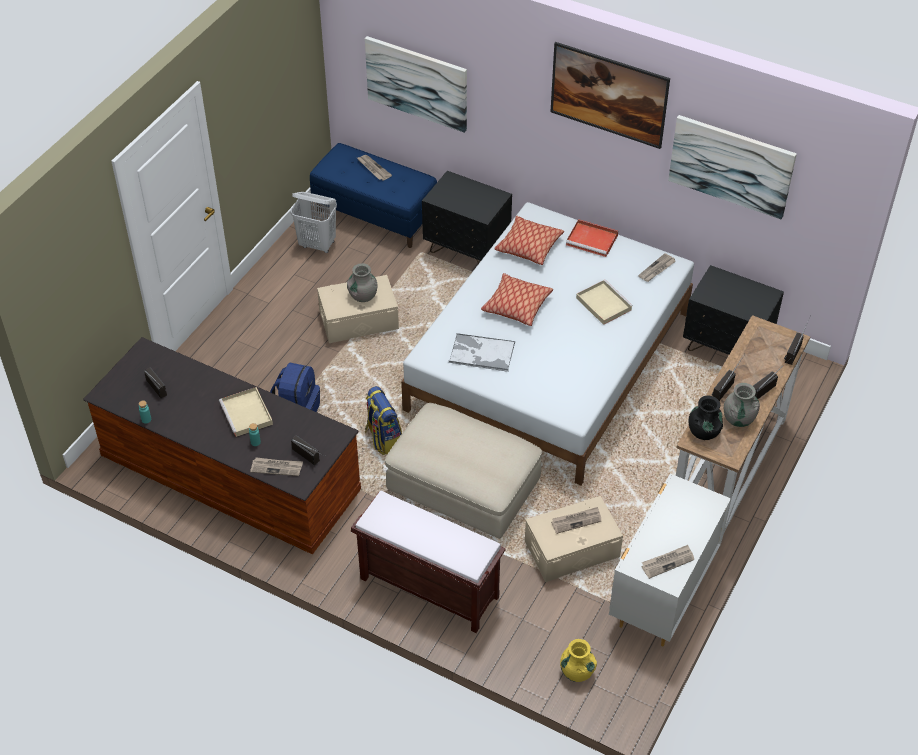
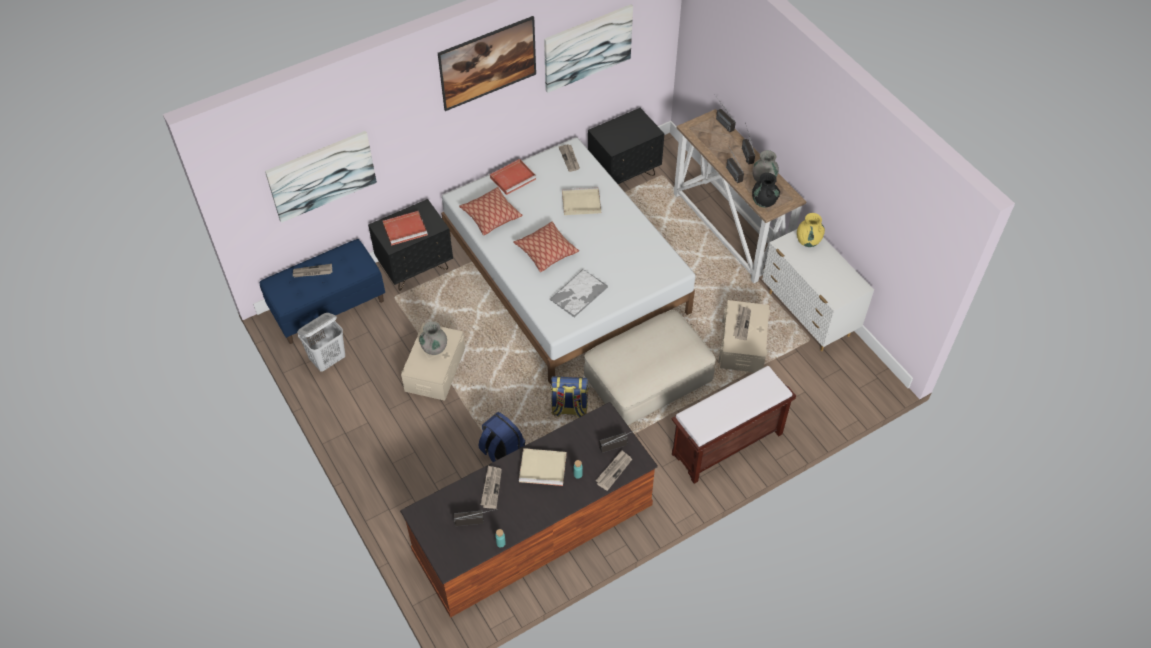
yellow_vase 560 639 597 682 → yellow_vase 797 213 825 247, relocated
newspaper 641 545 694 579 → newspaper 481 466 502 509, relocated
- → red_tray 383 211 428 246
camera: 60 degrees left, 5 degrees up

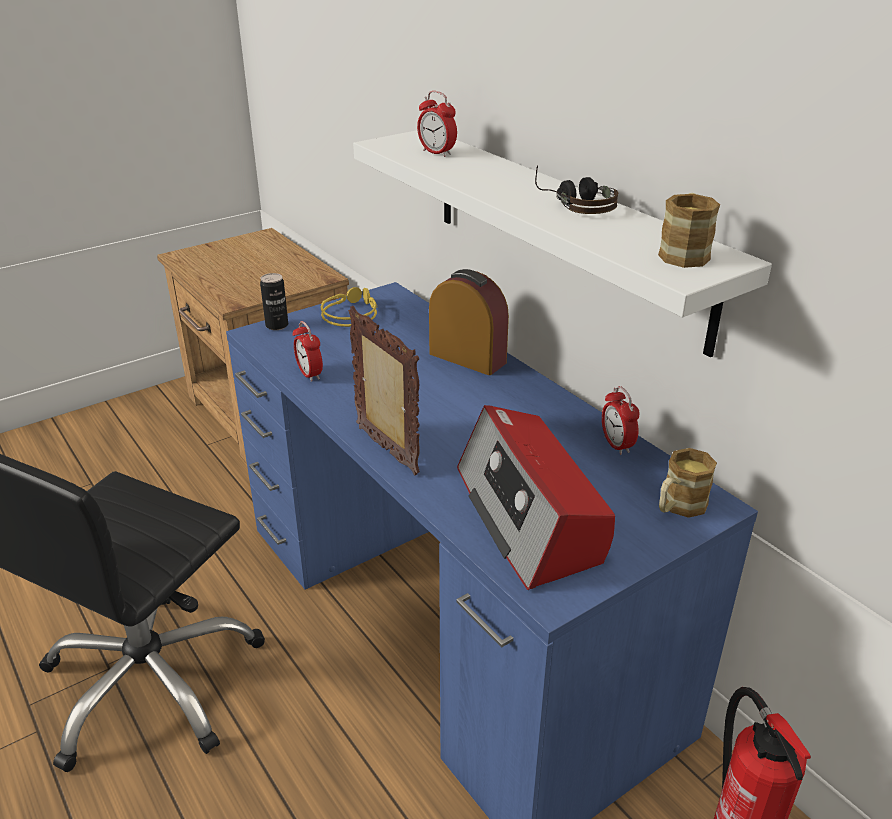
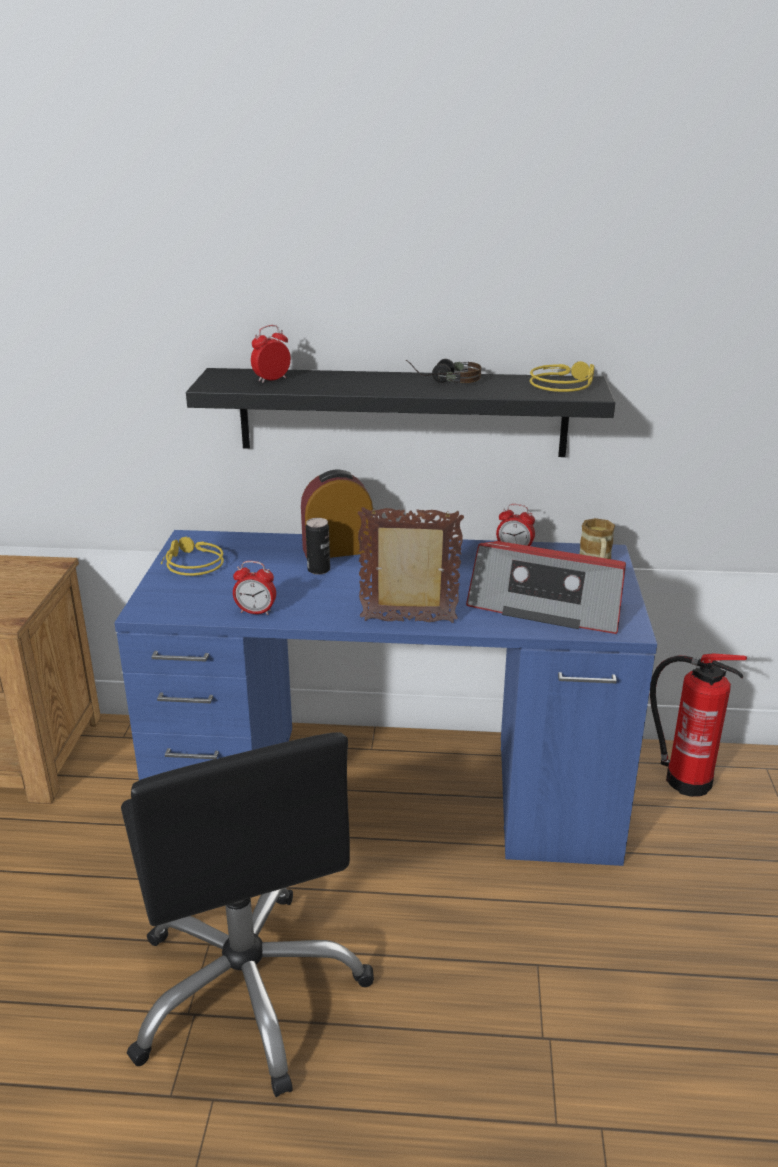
can 260 273 288 330 → can 306 518 330 575, relocated
white_shelf 353 130 772 357 → black_shelf 186 368 615 457
alarm_clock 417 91 457 157 → alarm_clock 251 325 291 383, 150 degrees clockwise
mug 658 193 720 268 → yellow_headphones 530 361 594 392
camera: 50 degrees left, 5 degrees down

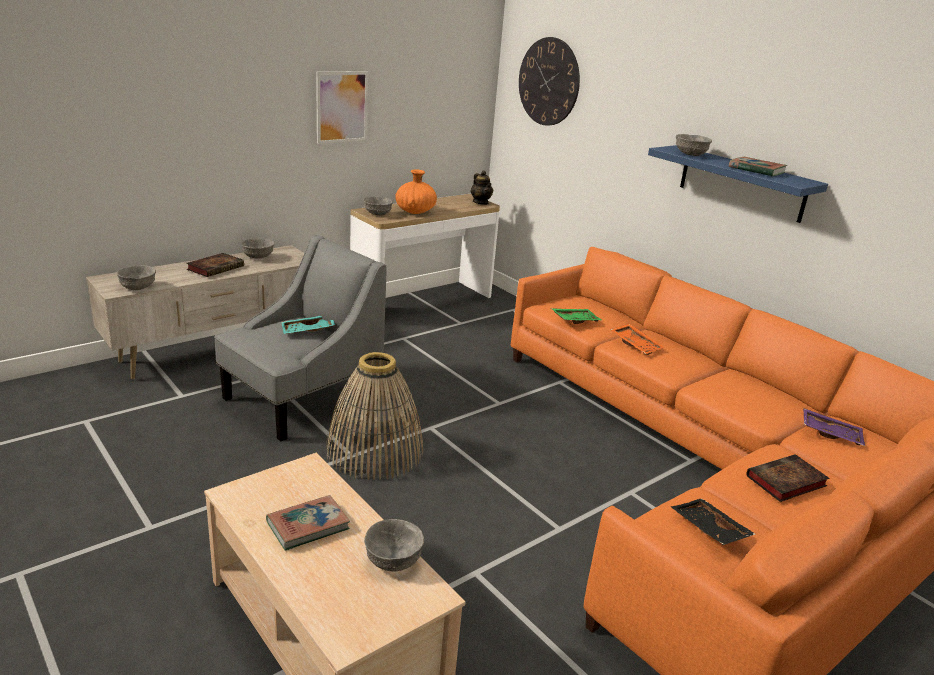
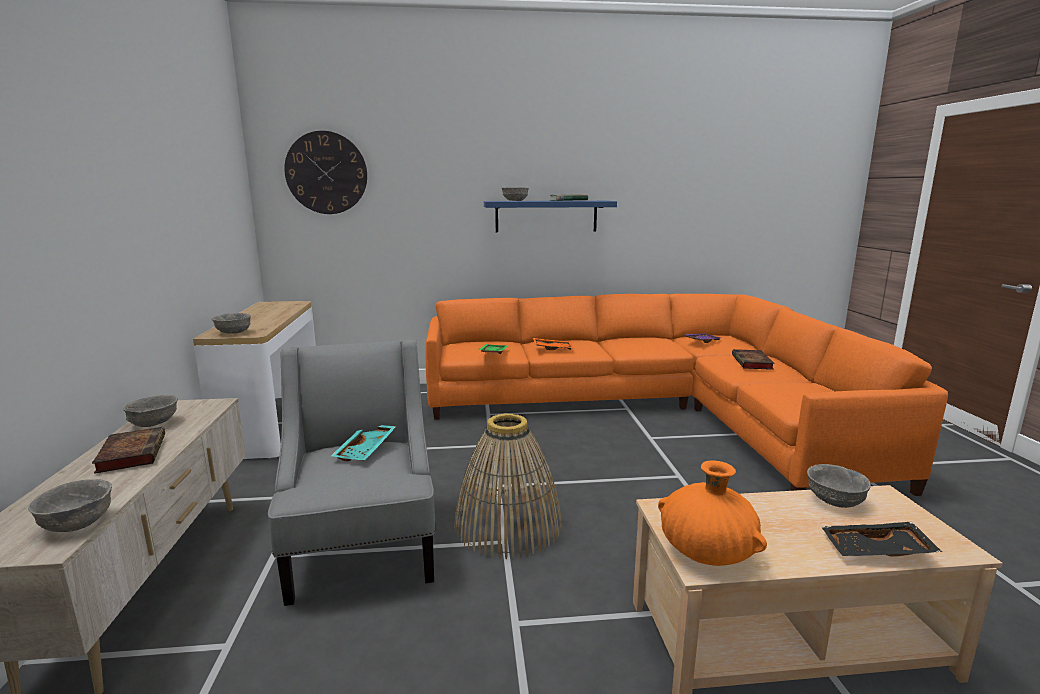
book 266 495 350 551 → -
picture 316 71 368 144 → -
orange_vase 395 170 437 214 → orange_vase 658 460 767 566, relocated
teapot 471 171 493 205 → -
black_tray 671 498 755 545 → black_tray 821 522 942 557, relocated
camera: 55 degrees left, 10 degrees down

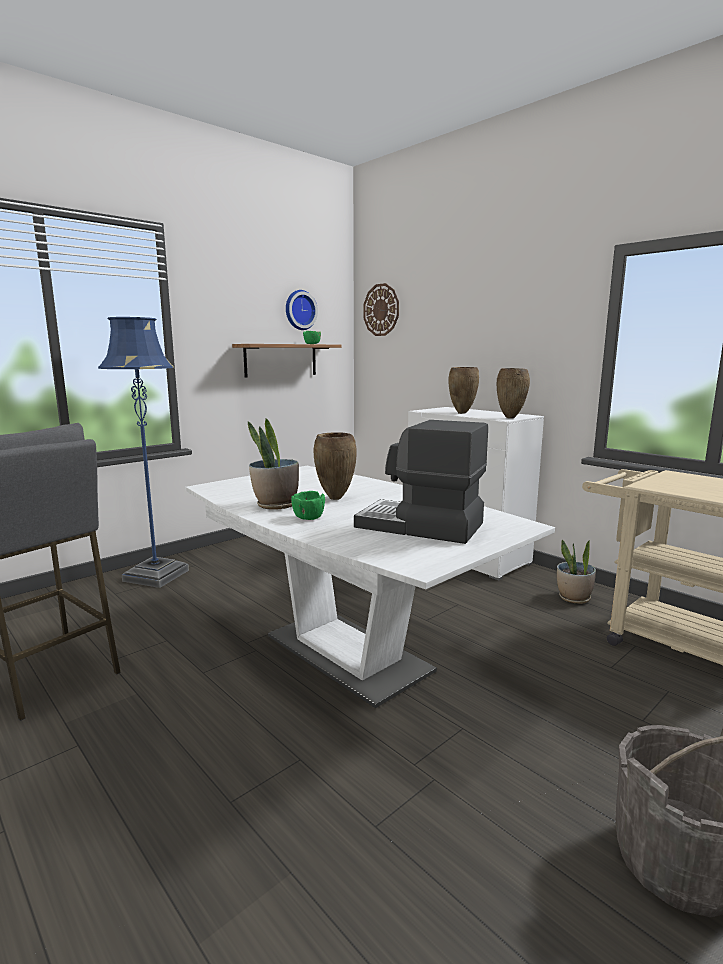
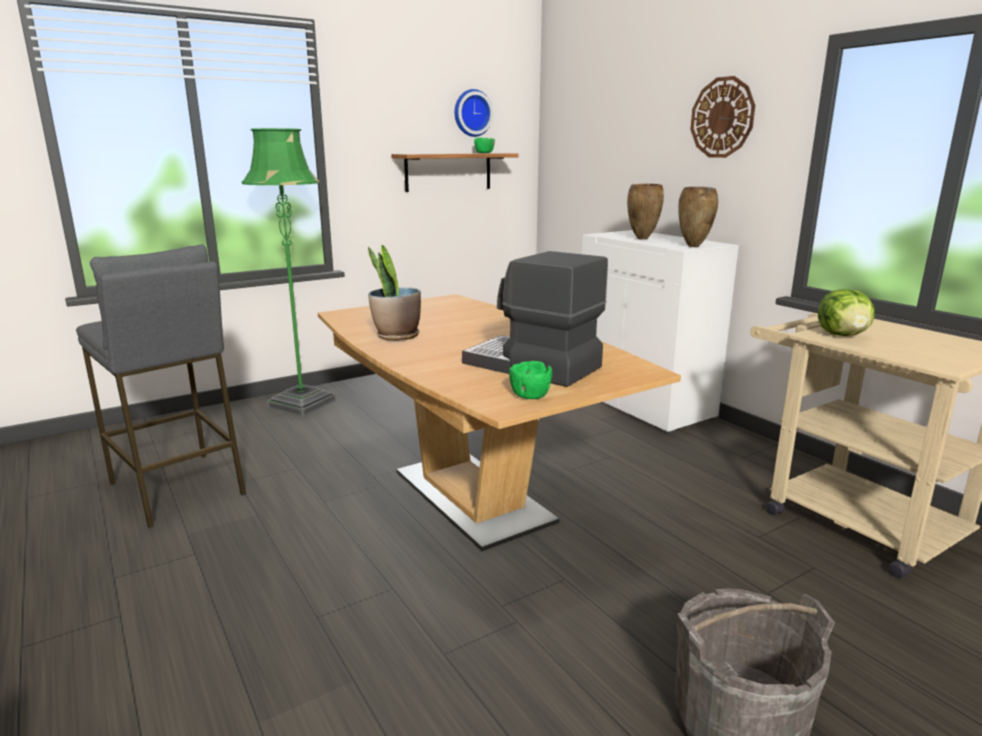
blue_floor_lamp 98 317 189 588 → green_floor_lamp 242 128 336 416
white_dining_table 185 466 555 708 → brown_dining_table 318 294 681 551
green_bowl 291 491 325 520 → green_bowl 509 361 552 399, relocated
brown_vase 313 432 357 500 → -
wall_clock 363 283 399 336 → wall_clock 690 76 755 158, relocated
potted_plant 557 540 596 604 → -
- → lettuce 818 289 875 336
camera: 10 degrees right, 5 degrees up

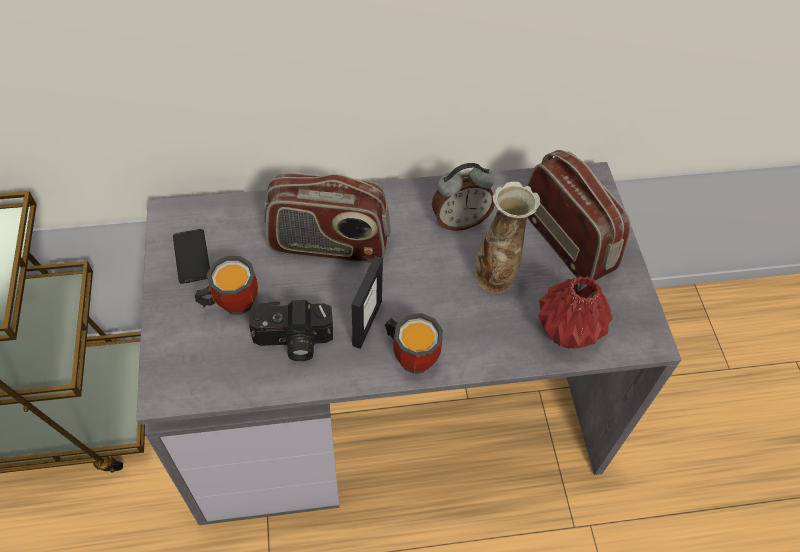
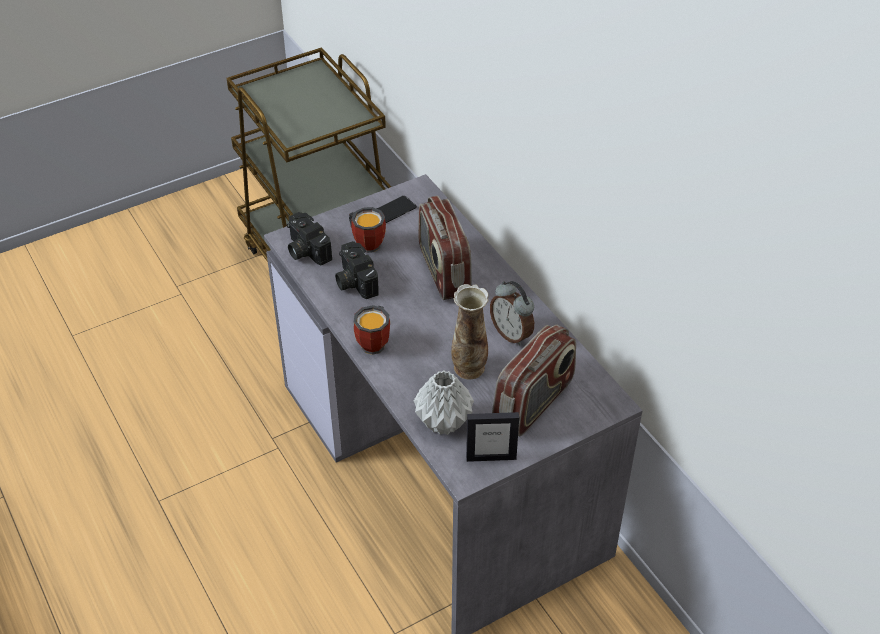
picture_frame 351 256 383 349 → picture_frame 466 412 519 462, relocated
red_vase 538 276 613 348 → grey_vase 414 370 474 435
- → photo_camera 287 212 332 266
camera: 70 degrees right, 10 degrees down

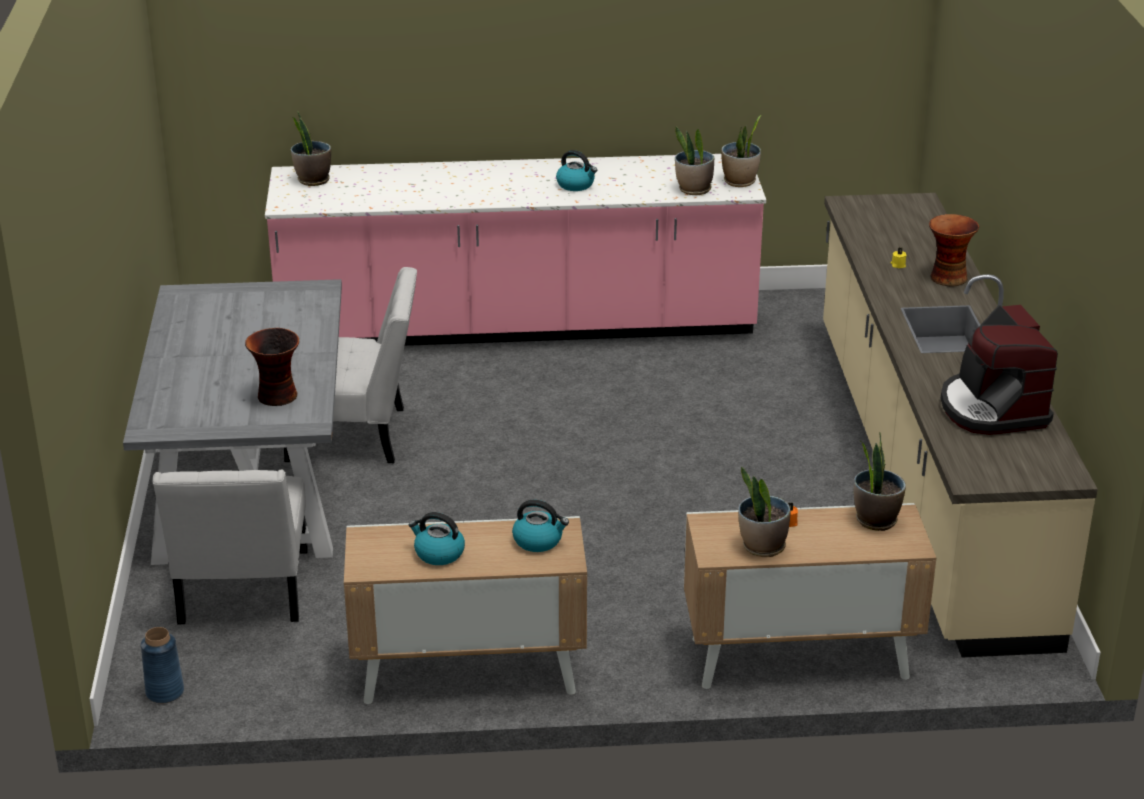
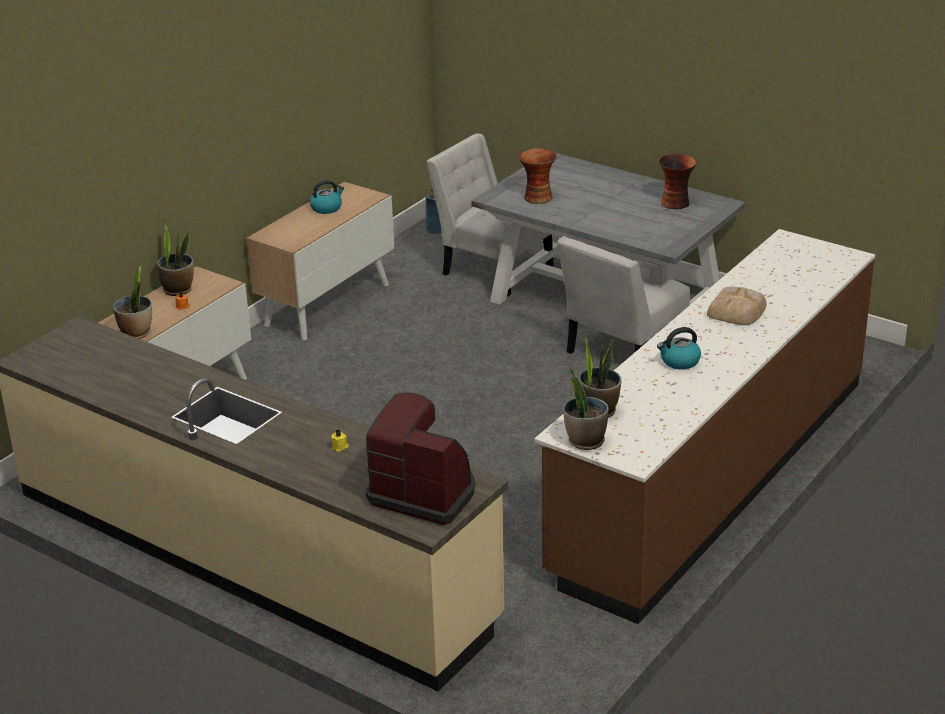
pink_counter 265 154 766 346 → brown_counter 534 229 875 624
potted_plant 291 111 331 186 → -
kettle 512 500 569 552 → -
vase 929 214 979 286 → vase 658 154 697 209, relocated
coffee_machine 940 305 1058 435 → coffee_machine 366 392 475 525, relocated
- → bread 707 287 766 325
camera: 130 degrees right, 0 degrees up

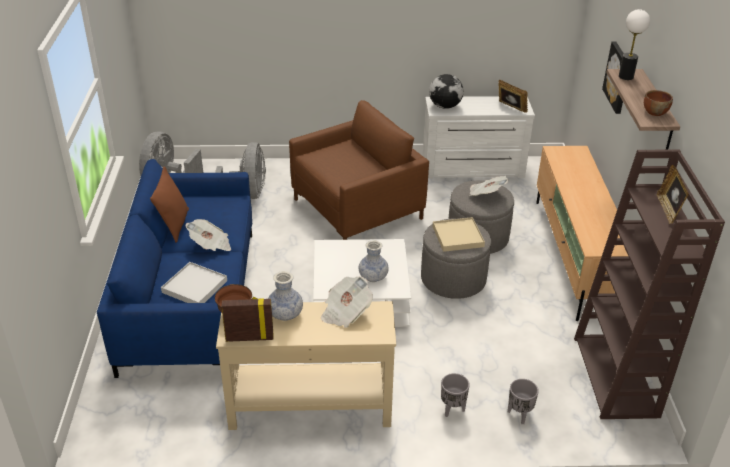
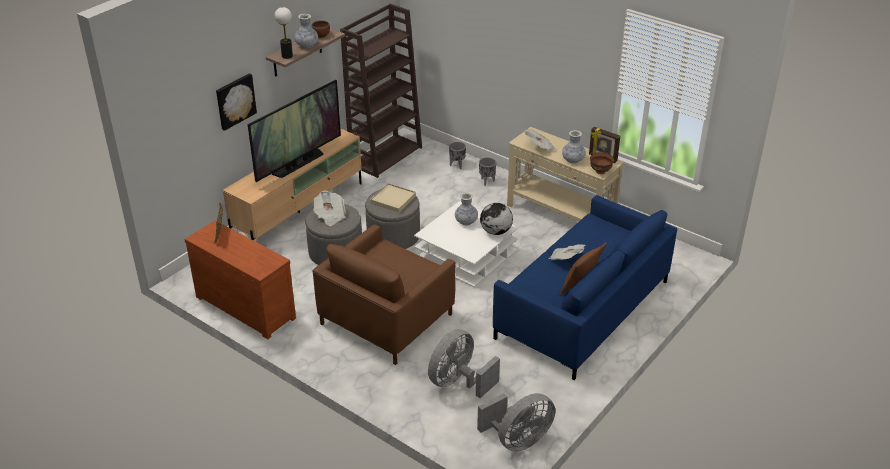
white_tray 161 262 227 303 → -
brown_armchair 289 100 429 240 → brown_armchair 312 225 455 365, 60 degrees counterclockwise
white_dresser 423 96 535 179 → brown_dresser 184 220 296 339
globe 429 74 464 109 → globe 480 203 513 235, relocated
picture_frame 657 164 689 224 → -
- → television 248 80 341 182
- → vase 295 14 318 48
camera: 140 degrees left, 0 degrees up

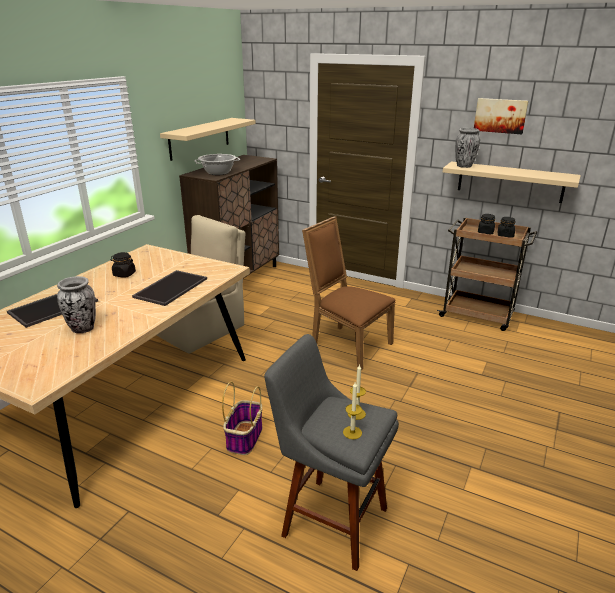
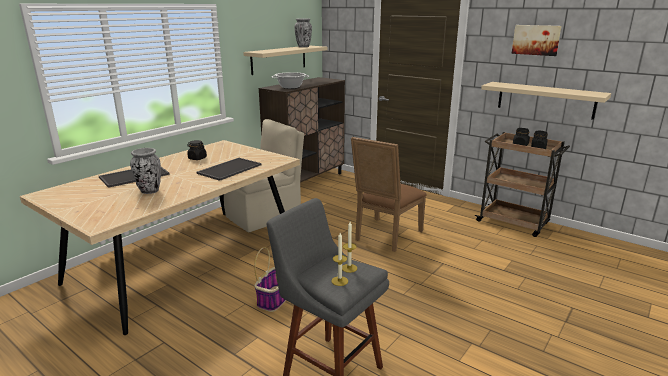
brown_chair 302 217 396 370 → brown_chair 351 137 427 252, 105 degrees counterclockwise
vase 455 128 480 168 → vase 294 18 312 47, relocated
camera: 10 degrees right, 5 degrees down

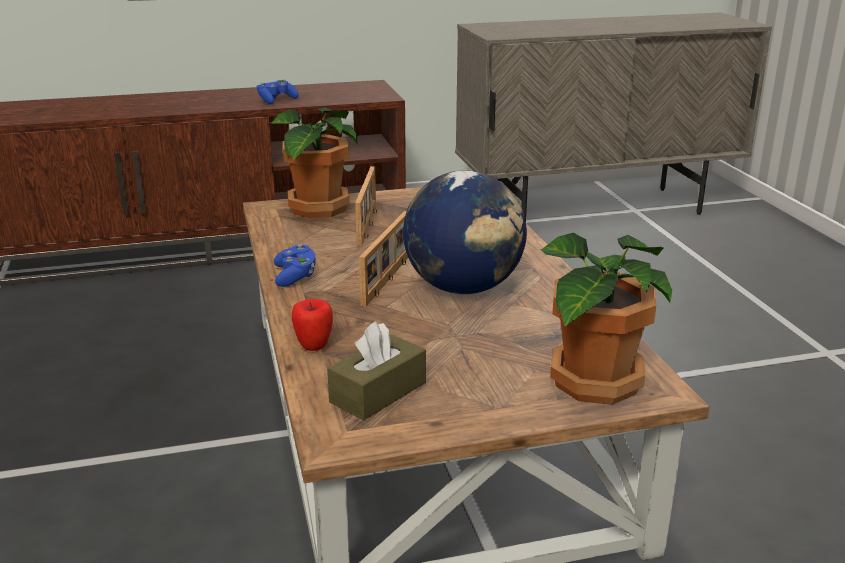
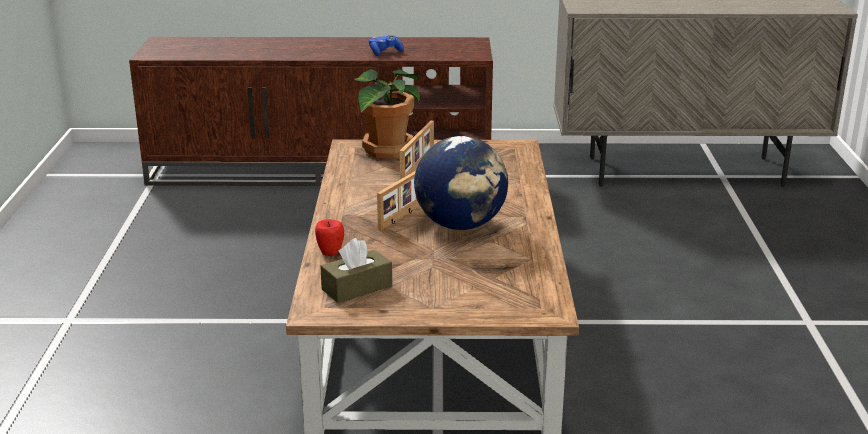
blue_game_controller 274 244 316 287 → -
potted_plant 540 233 672 405 → -
camera: 15 degrees right, 0 degrees up

